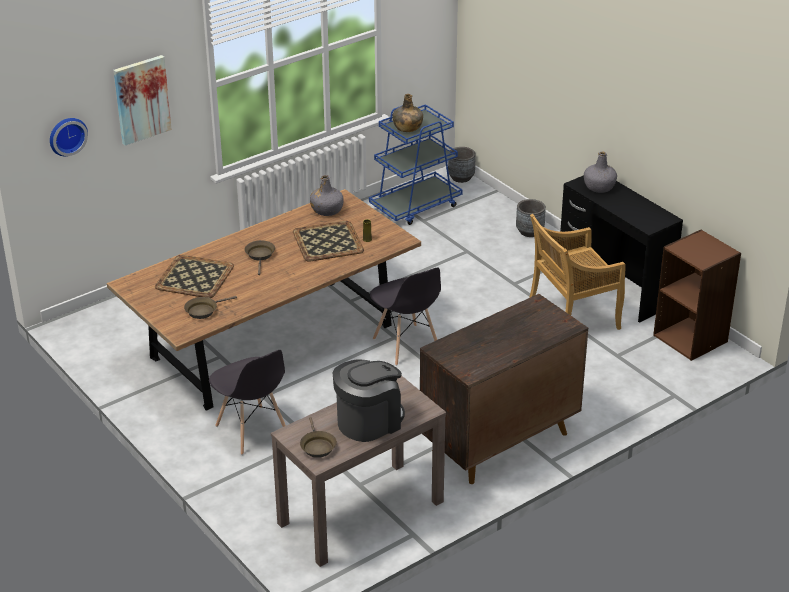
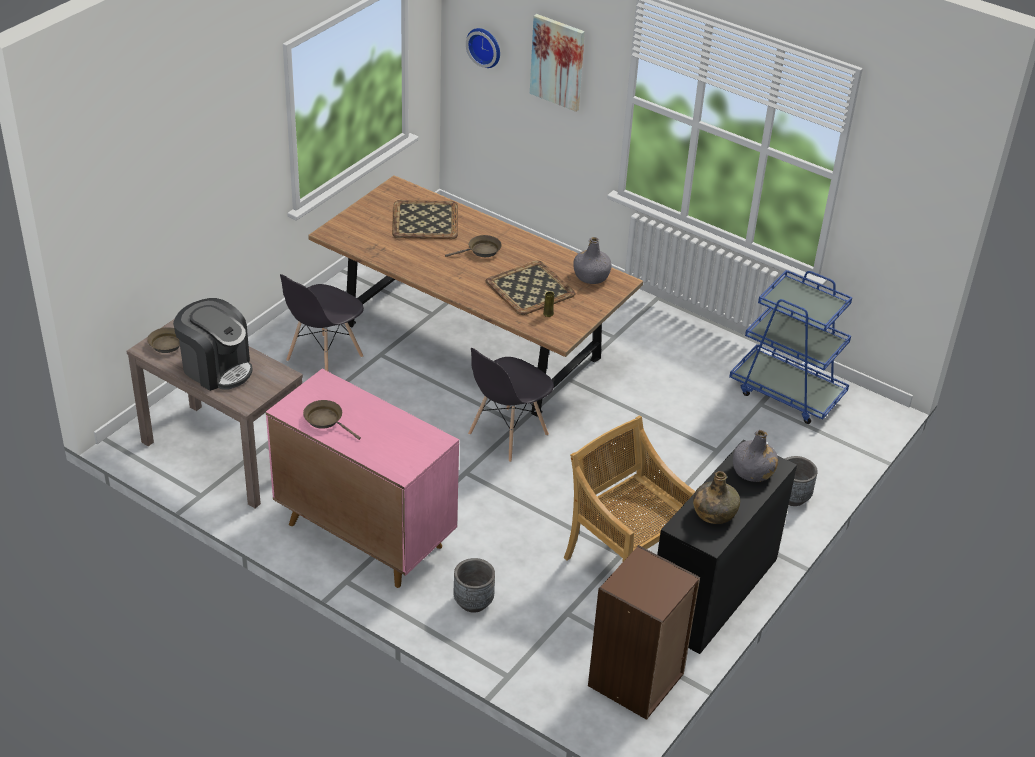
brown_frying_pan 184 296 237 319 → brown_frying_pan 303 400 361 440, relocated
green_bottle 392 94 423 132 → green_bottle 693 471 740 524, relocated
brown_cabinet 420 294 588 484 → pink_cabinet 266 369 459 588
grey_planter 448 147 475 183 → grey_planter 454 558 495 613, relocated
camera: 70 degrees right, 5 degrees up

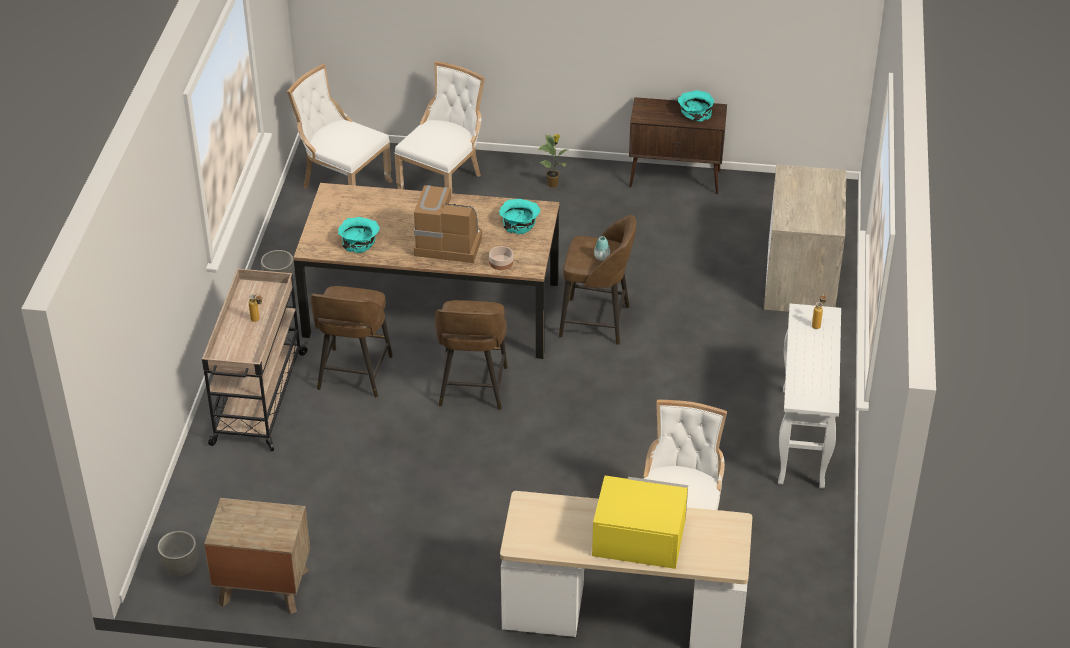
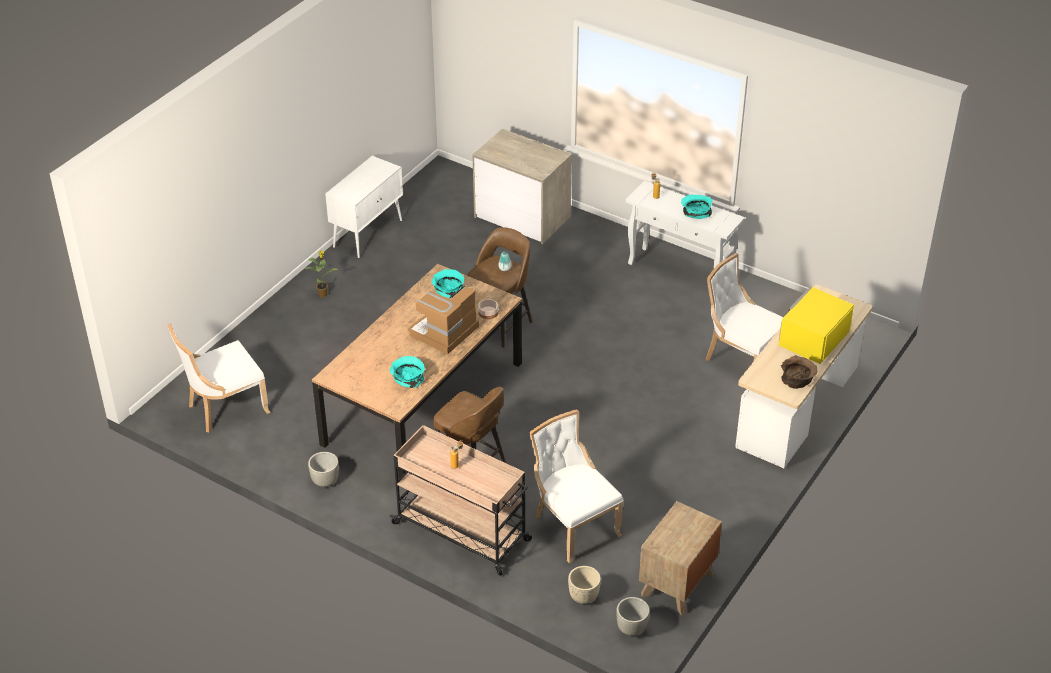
white_chair 395 61 485 193 → white_chair 529 409 623 563, relocated
brown_stool 435 300 507 410 → -
brown_cabinet 629 97 727 194 → white_cabinet 325 156 403 258
turquoise_bowl 678 90 714 122 → turquoise_bowl 681 195 712 219, relocated
- → beige_planter 568 566 601 604
- → brown_bowl 781 355 818 389
camera: 65 degrees left, 0 degrees up

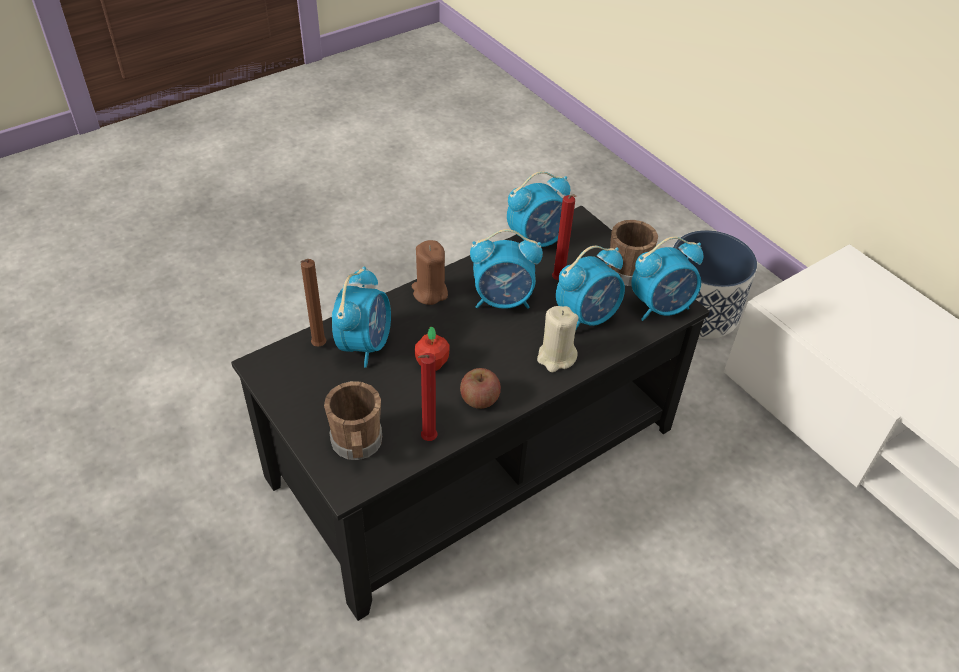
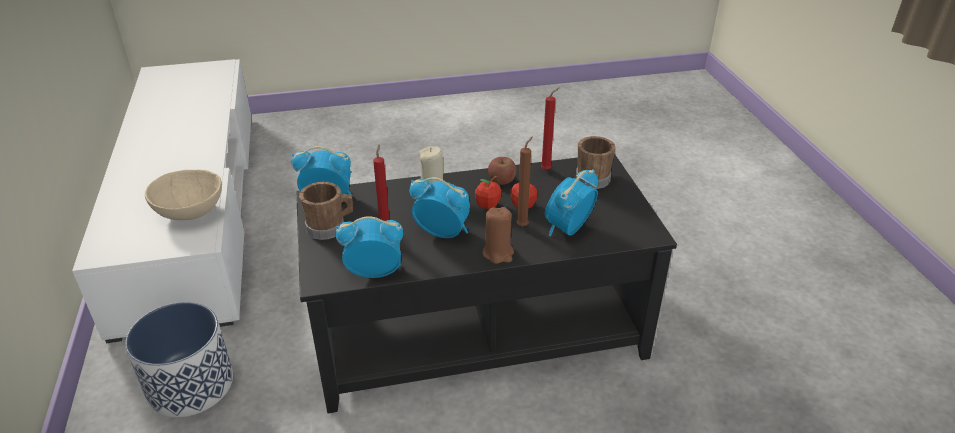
brown_candle 301 259 326 346 → brown_candle 516 136 533 227, relocated
alarm_clock 556 246 625 329 → -
- → beige_bowl 145 169 222 220
- → apple 475 176 501 209
camera: 155 degrees left, 10 degrees down

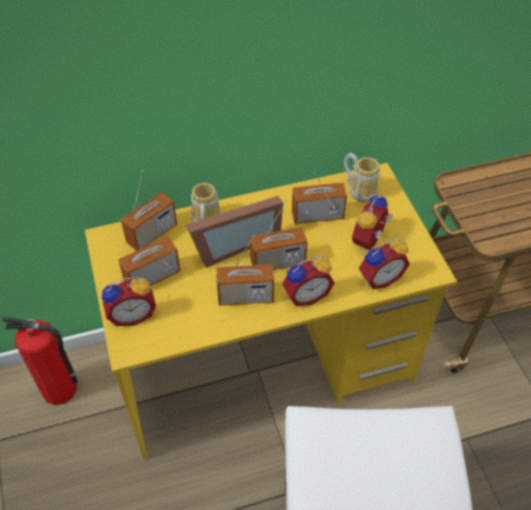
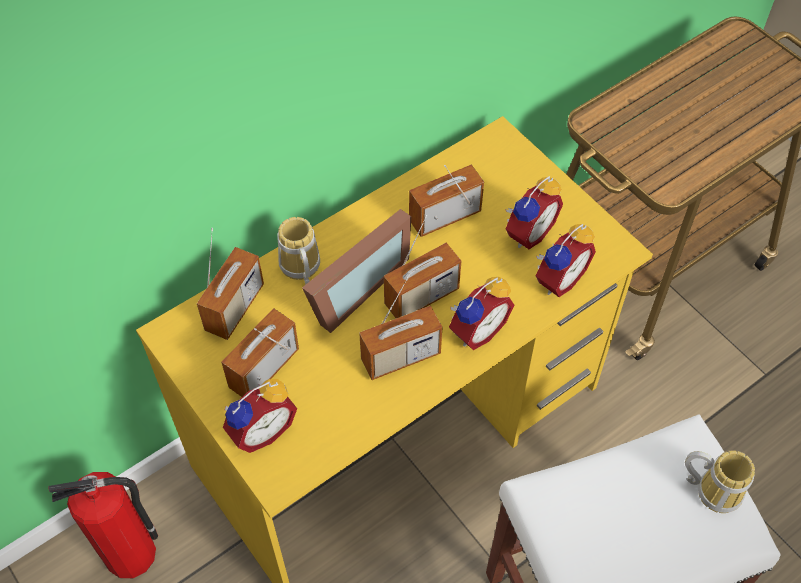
mug 344 153 380 202 → mug 685 450 755 513, relocated
alarm_clock 352 194 393 251 → alarm_clock 505 176 563 249, 150 degrees counterclockwise
camera: 20 degrees left, 5 degrees up

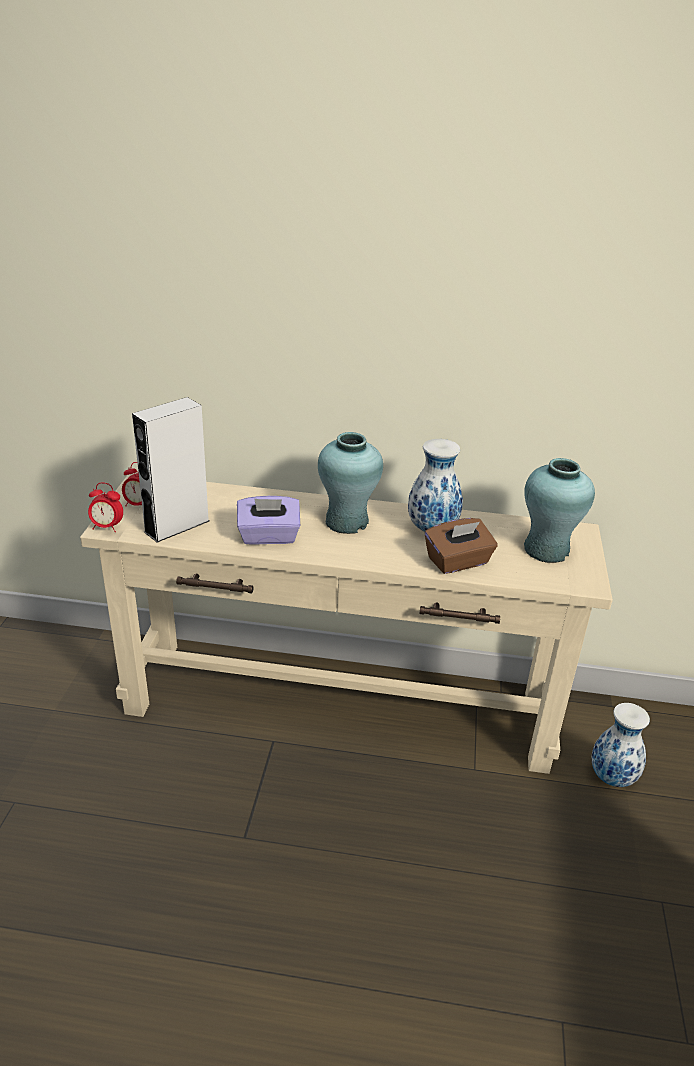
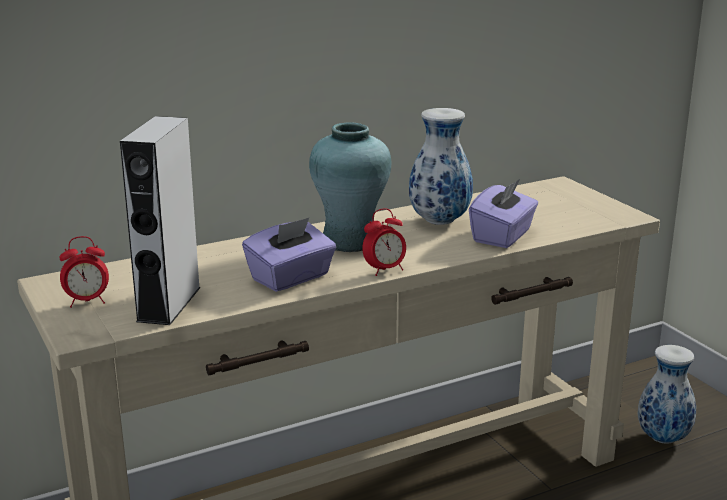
alarm_clock 88 483 123 532 → alarm_clock 362 208 406 276, relocated
brown_tissue_box 425 518 498 574 → purple_tissue_box 469 178 538 248
turquoise_vase 524 458 595 563 → -
camera: 35 degrees left, 10 degrees down

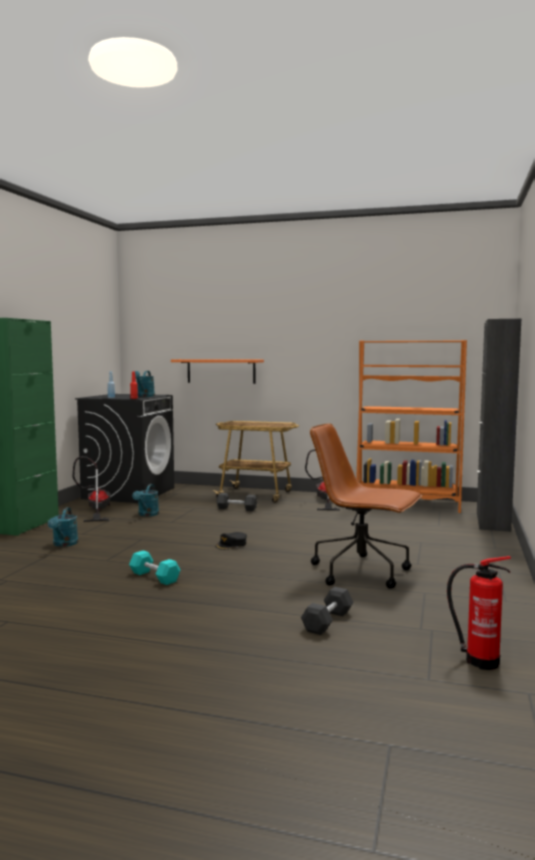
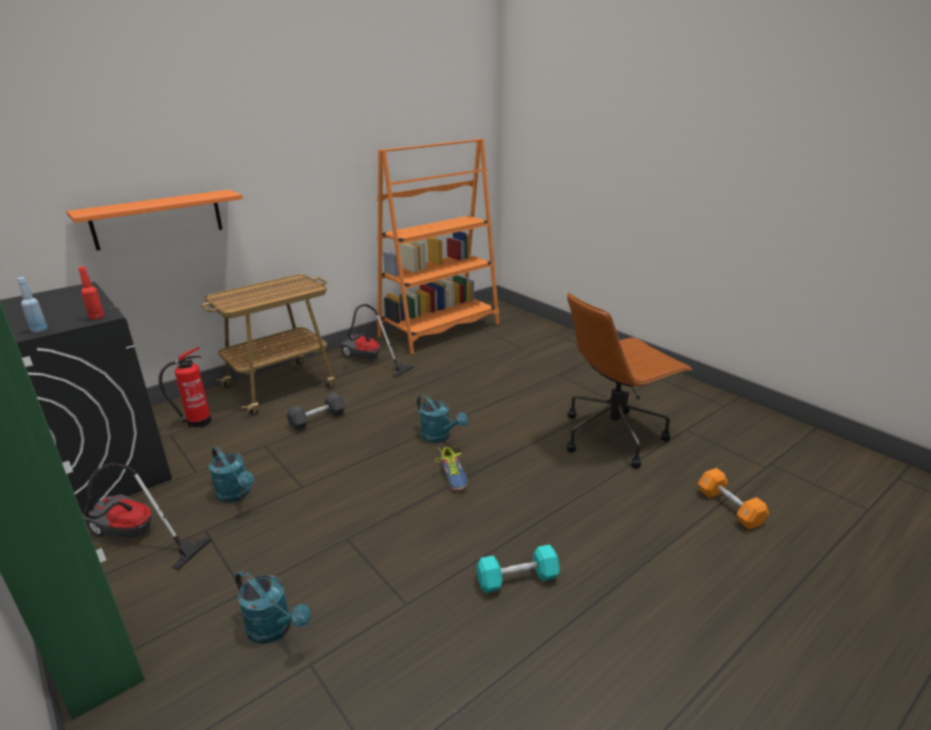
turquoise_watering_can 135 371 155 397 → turquoise_watering_can 417 394 468 443, relocated
black_cap 215 532 247 550 → shoe 435 447 467 491
black_dumbbell 301 587 354 635 → orange_dumbbell 698 468 769 529
fire_extinguisher 447 556 511 670 → fire_extinguisher 159 347 211 428, relocated
black_cabinet 477 319 521 532 → -
camera: 55 degrees left, 20 degrees up

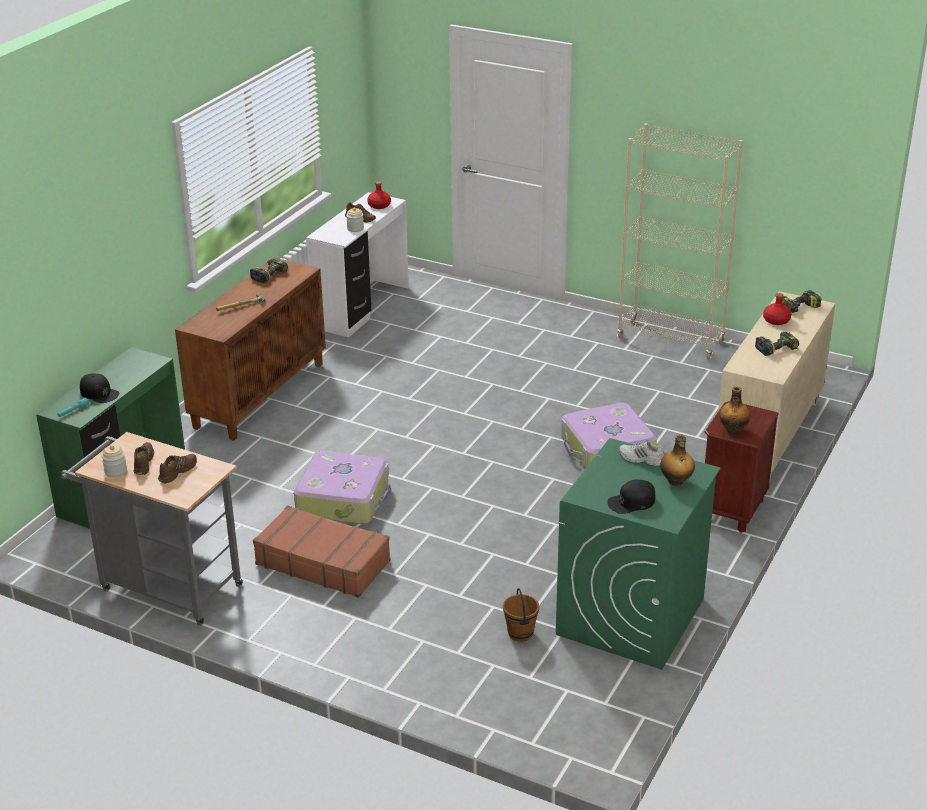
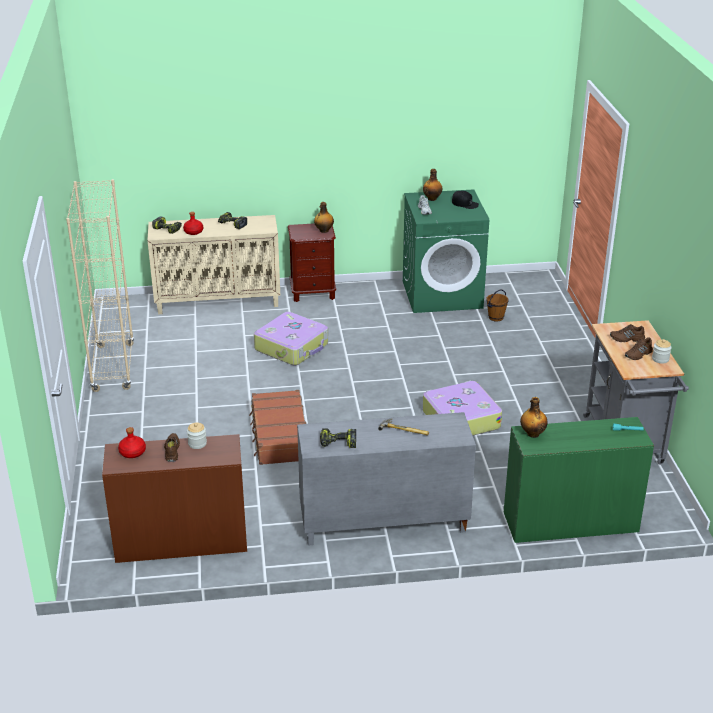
black_cap 80 374 119 403 → -
brown_cabinet 175 258 326 441 → grey_cabinet 297 412 476 546
brown_suitcase 253 506 390 598 → brown_suitcase 249 390 306 465, relocated
white_desk 306 192 409 338 → brown_desk 102 434 247 563
- → bottle 520 397 548 438
camera: 125 degrees left, 0 degrees up

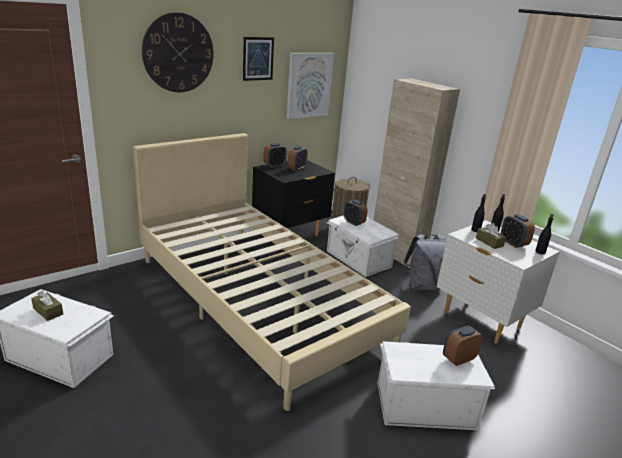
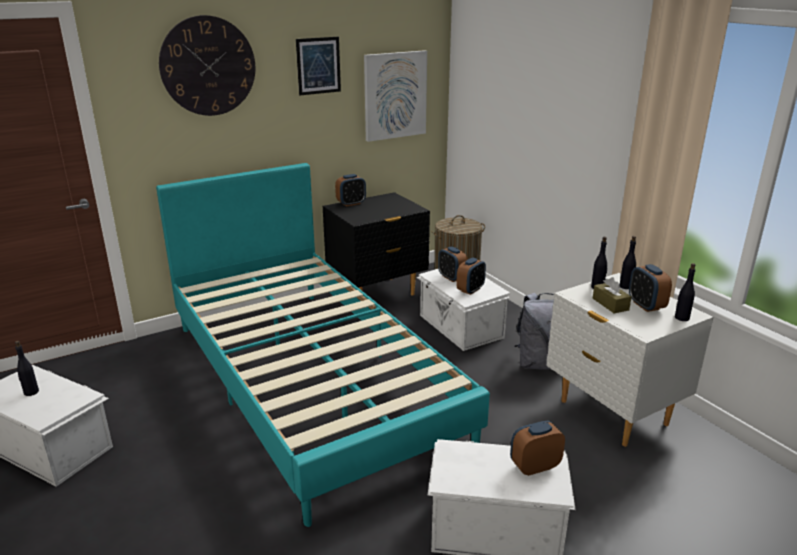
brown_tissue_box 31 290 63 321 → black_bottle 15 341 39 396
beige_bed 133 133 411 411 → turquoise_bed 156 163 490 527
alarm_clock 288 146 308 171 → alarm_clock 456 258 486 295, relocated
beige_cabinet 374 78 460 268 → -
camera: 10 degrees right, 0 degrees up

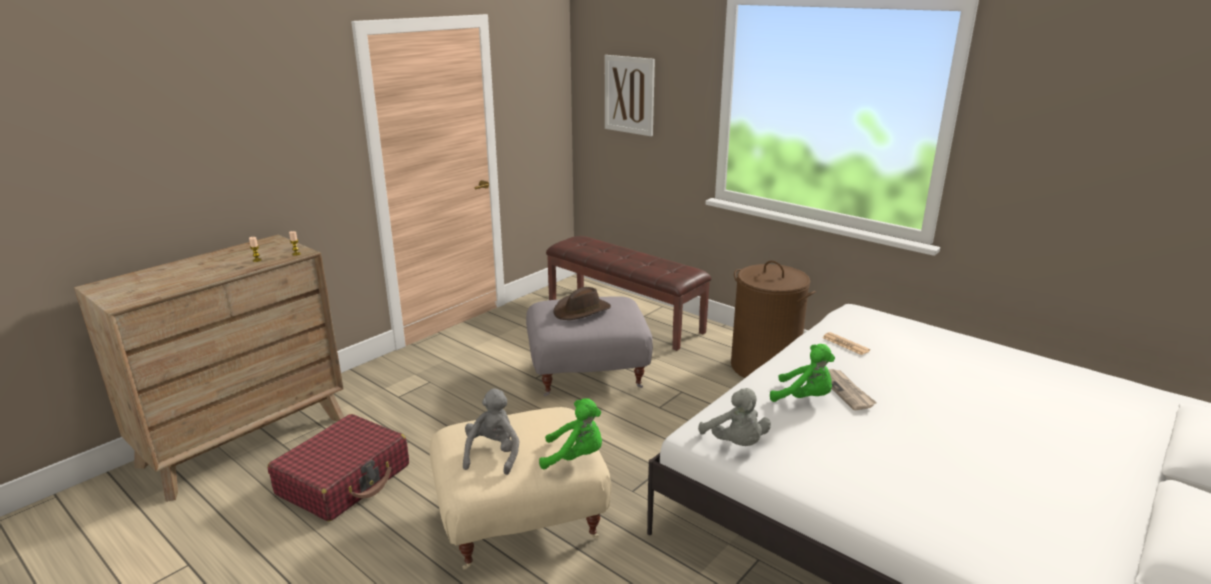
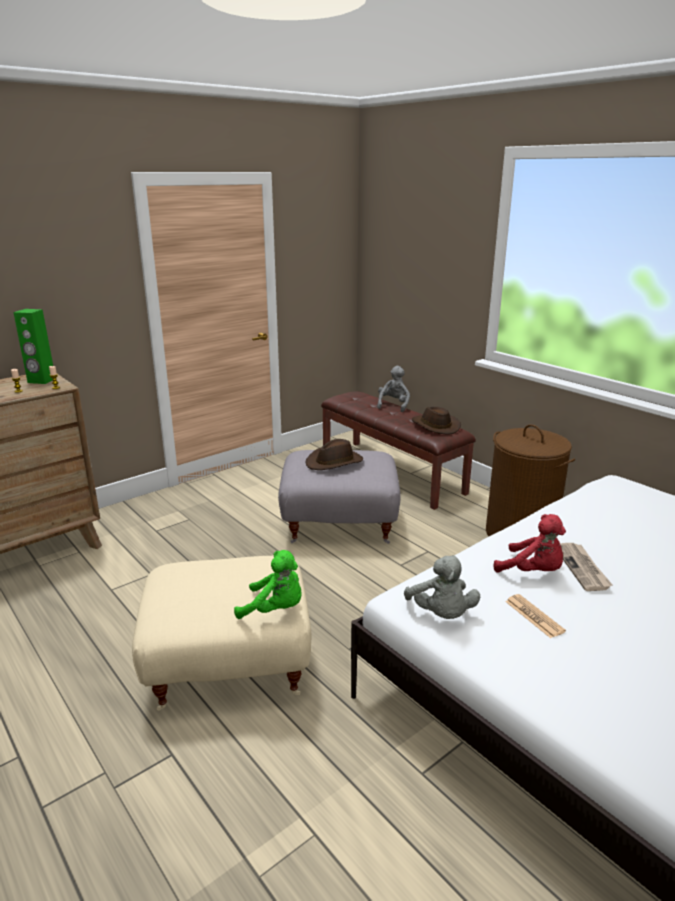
red_suitcase 267 414 409 522 → -
grey_plush_toy 463 389 520 475 → grey_plush_toy 377 366 410 412, relocated
picture 605 55 655 136 → -
green_plush_toy 770 344 835 402 → red_plush_toy 493 514 566 573
newspaper 822 332 870 355 → newspaper 505 594 566 638, relocated
- → green_speaker 13 309 53 384
- → brown_hat 412 407 461 435
camera: 10 degrees right, 0 degrees up

